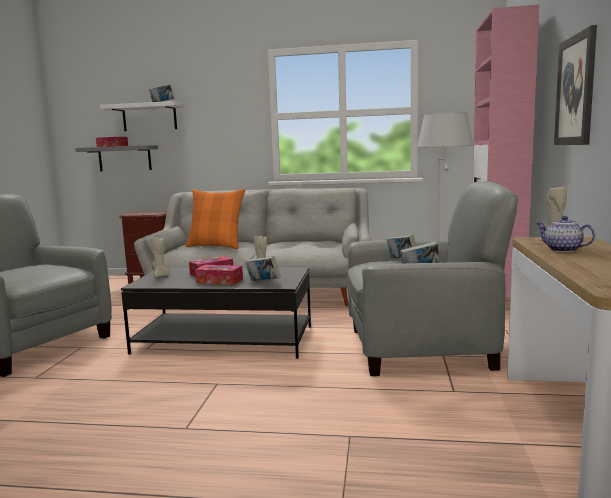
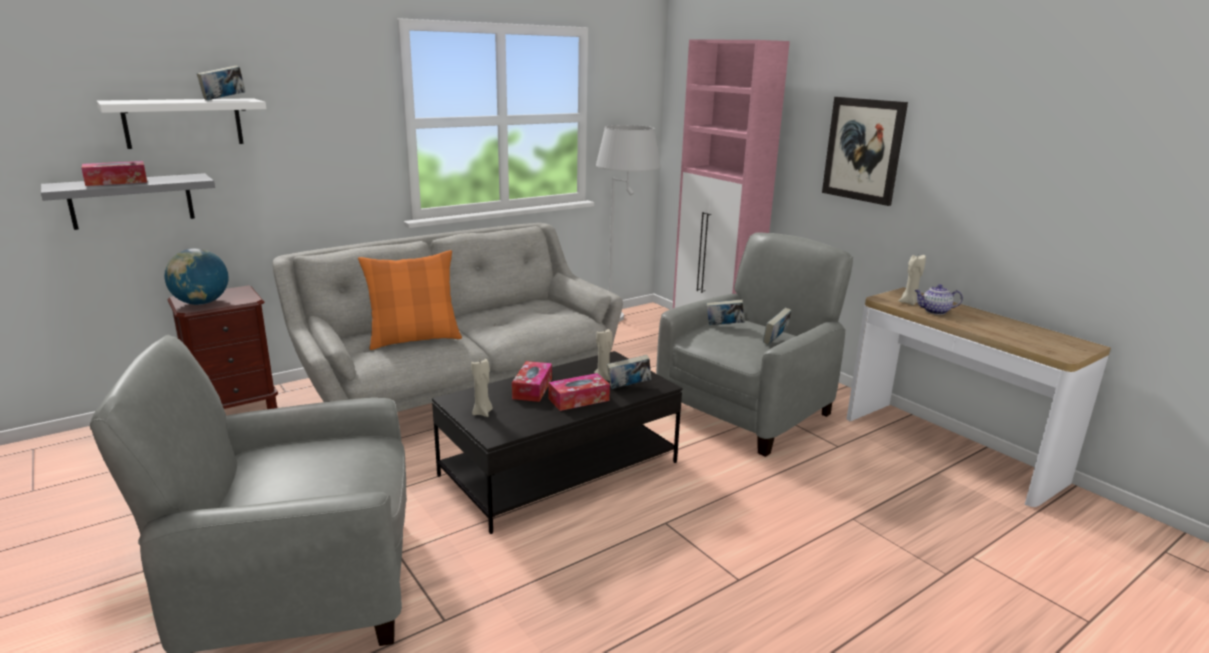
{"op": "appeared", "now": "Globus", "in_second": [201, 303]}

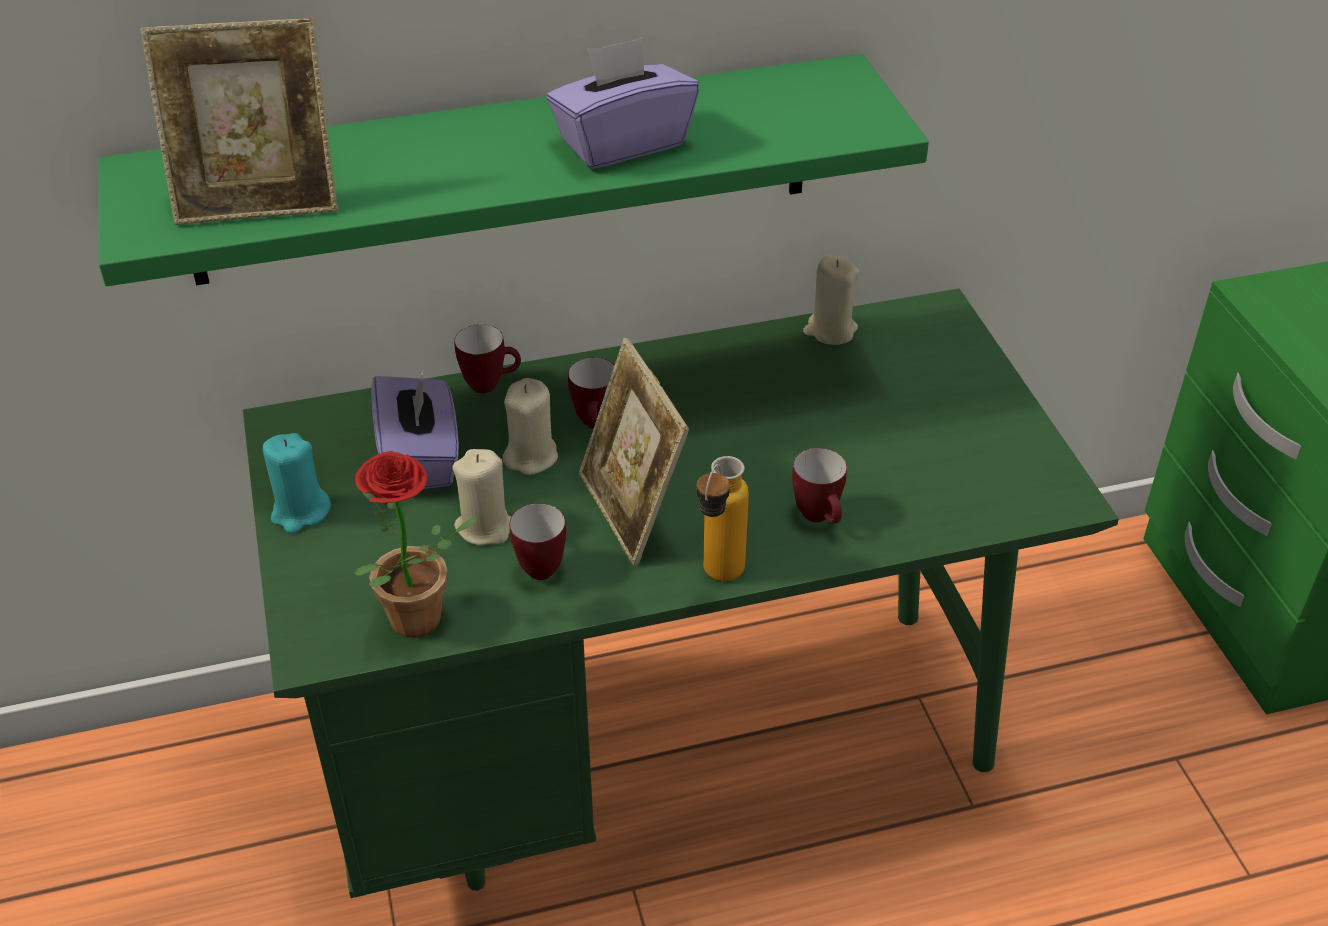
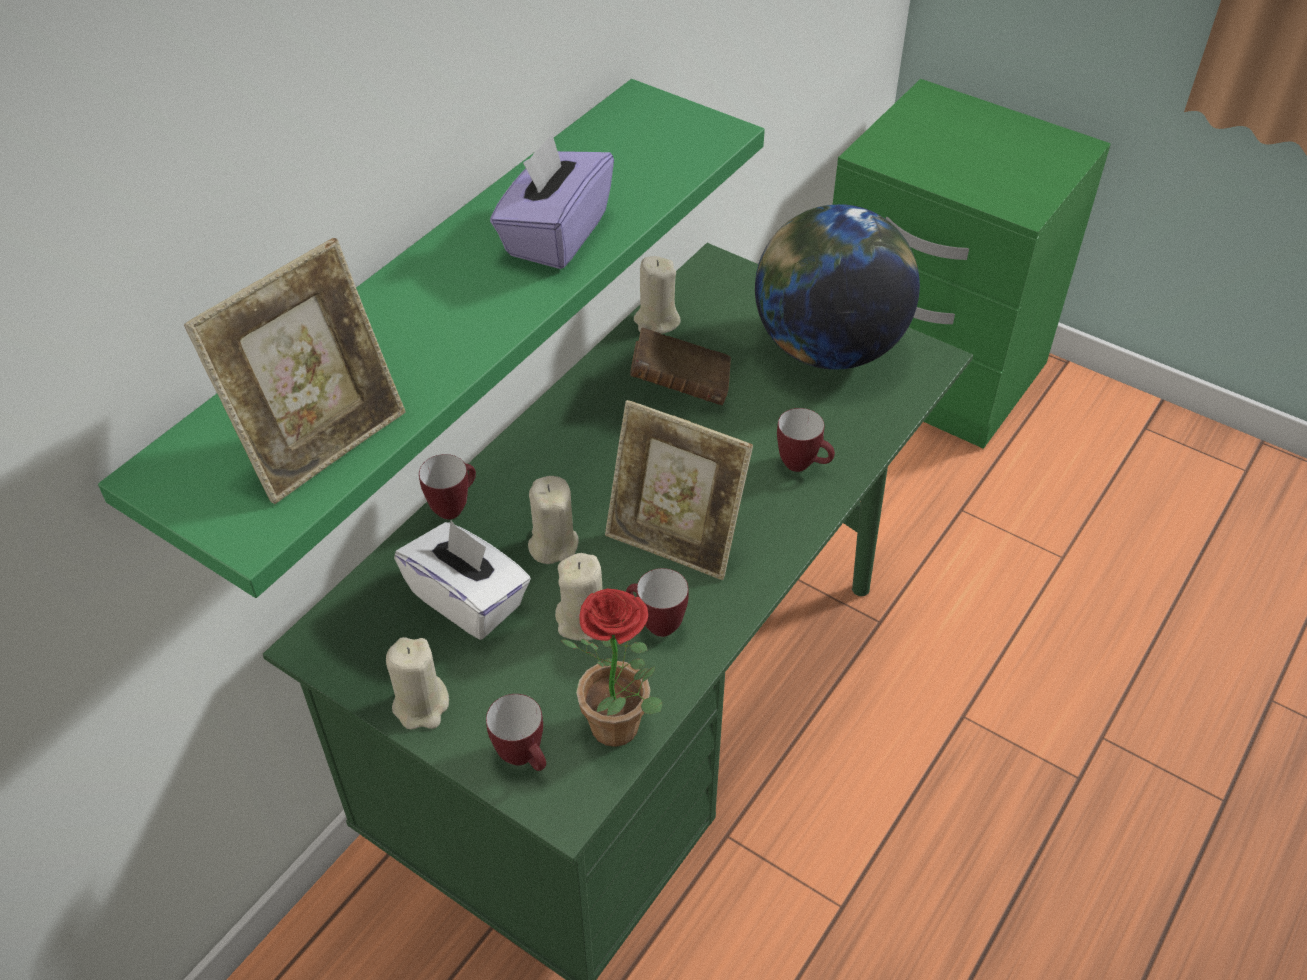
{"op": "missing", "was": "Flasche", "in_first": [717, 580]}
{"op": "appeared", "now": "Buch (braun)", "in_second": [680, 386]}
{"op": "appeared", "now": "Globus", "in_second": [827, 348]}
{"op": "relocated", "was": "Henkelbecher", "in_first": [595, 425], "in_second": [525, 758]}
{"op": "colour", "was": "Kerze (türkis)", "now": "Kerze (beige)", "in_first": [300, 512], "in_second": [421, 705]}
{"op": "colour", "was": "Taschentuchbox (lila)", "now": "Taschentuchbox (weiß)", "in_first": [420, 458], "in_second": [468, 599]}

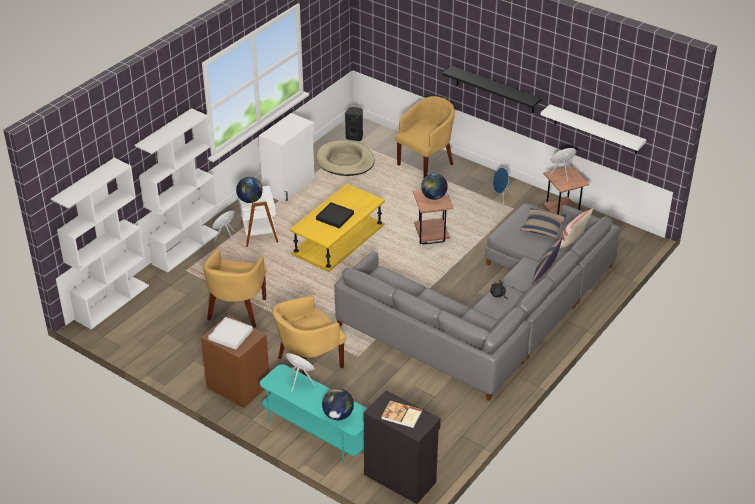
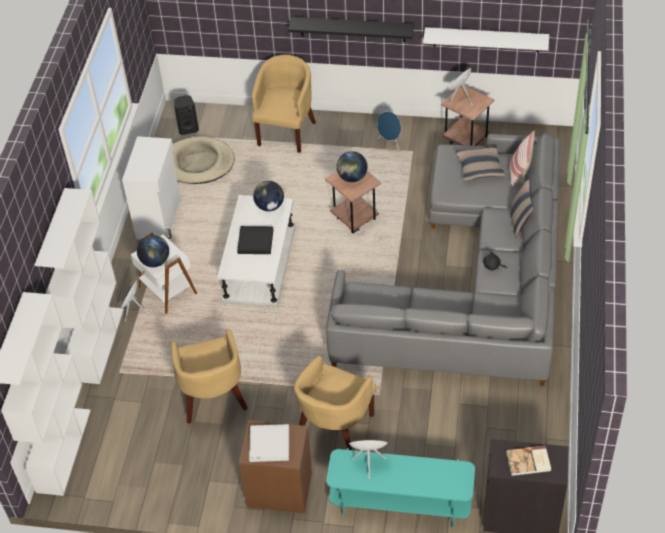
{"op": "relocated", "was": "Globus", "in_first": [338, 415], "in_second": [270, 206]}
{"op": "colour", "was": "Couchtisch (gelb)", "now": "Couchtisch (weiß)", "in_first": [338, 239], "in_second": [259, 262]}

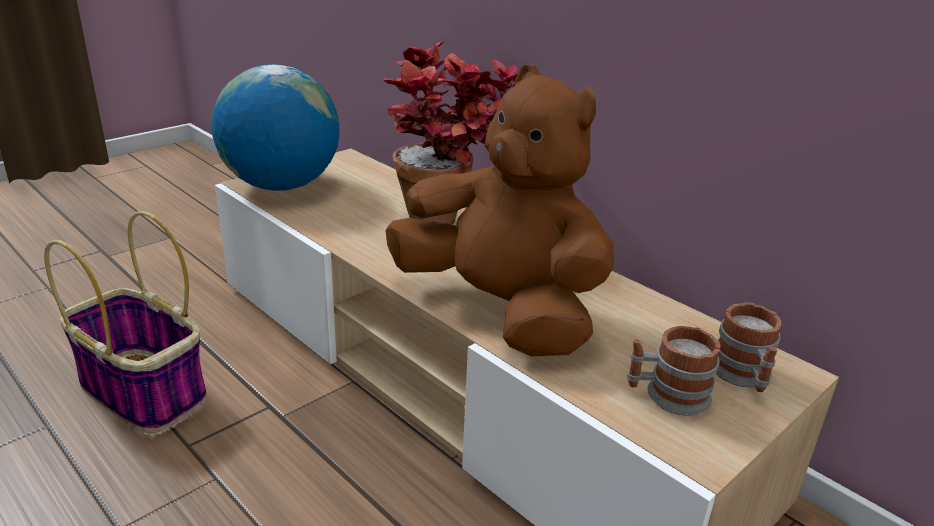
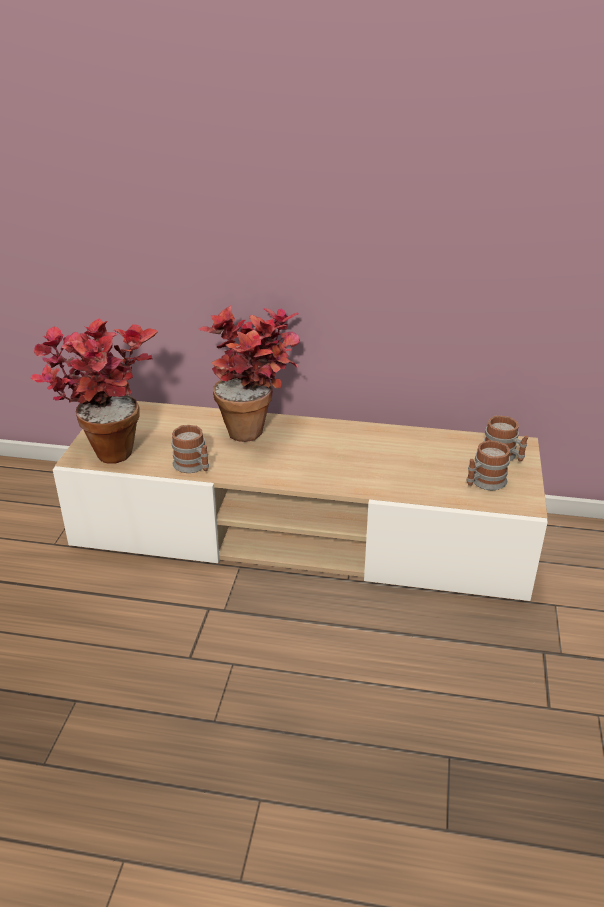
{"op": "missing", "was": "Korb", "in_first": [145, 391]}
{"op": "missing", "was": "Plüschtier (braun)", "in_first": [501, 310]}
{"op": "appeared", "now": "Henkelbecher", "in_second": [194, 466]}
{"op": "exchanged", "was": "Globus", "now": "Topfpflanze", "in_first": [281, 185], "in_second": [105, 449]}

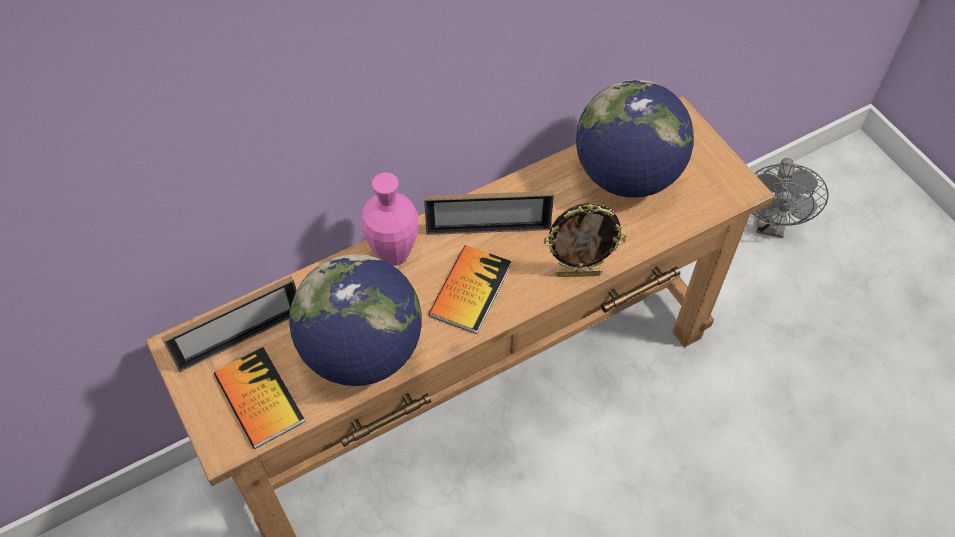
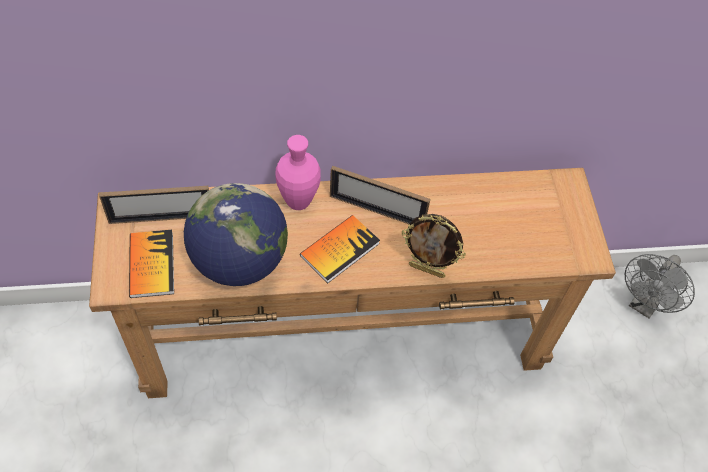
{"op": "missing", "was": "Globus", "in_first": [627, 175]}

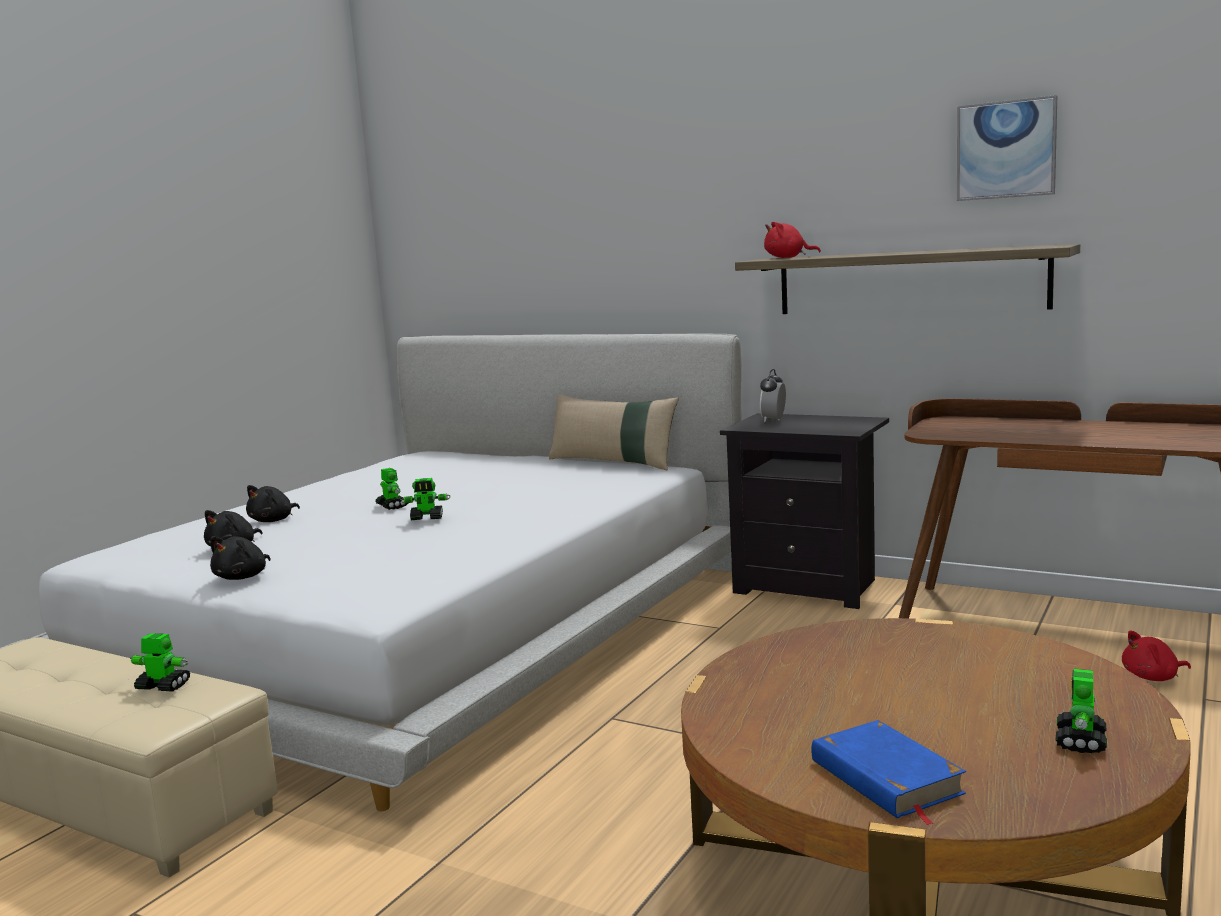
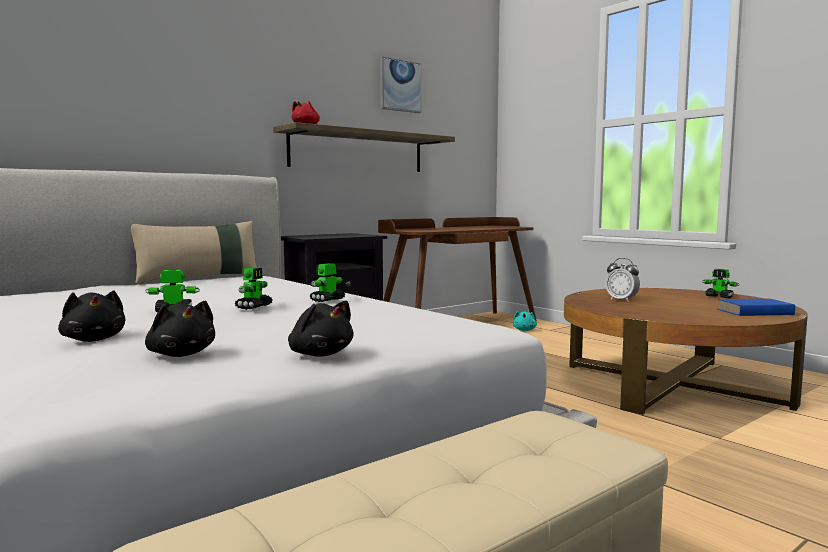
{"op": "relocated", "was": "Spielzeugroboter", "in_first": [163, 686], "in_second": [327, 300]}
{"op": "relocated", "was": "Wecker", "in_first": [773, 420], "in_second": [621, 300]}
{"op": "colour", "was": "Plüschtier (rot)", "now": "Plüschtier (türkis)", "in_first": [1153, 677], "in_second": [524, 330]}

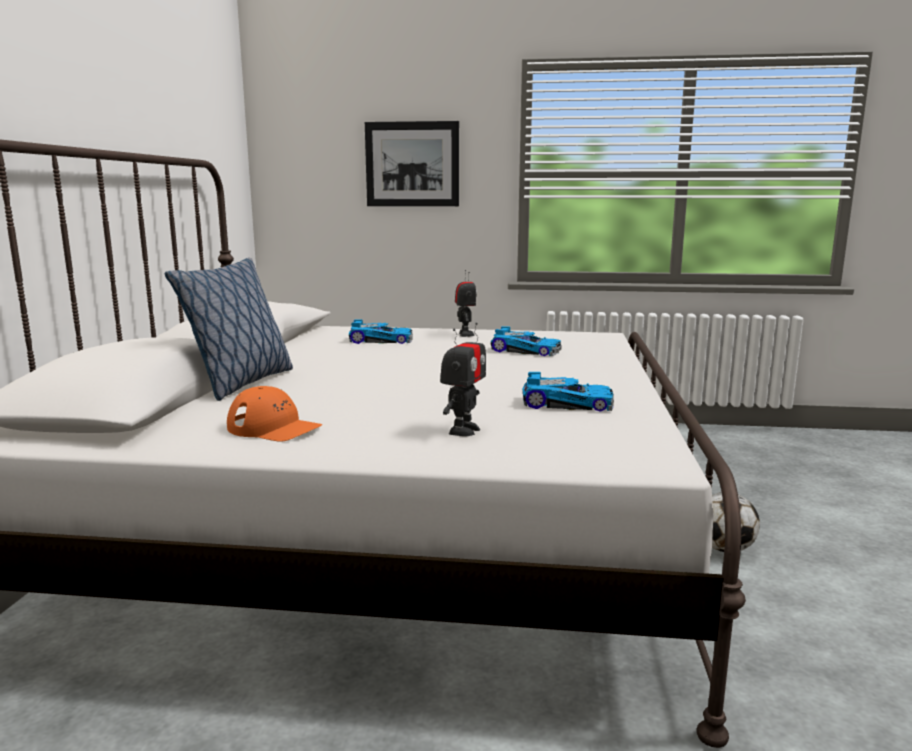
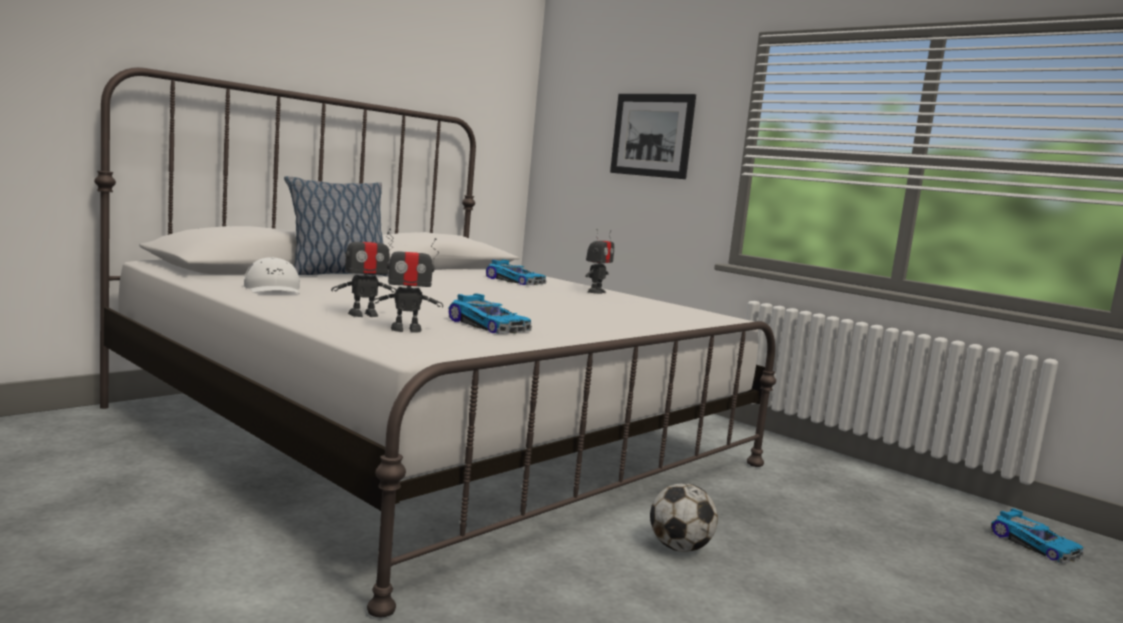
{"op": "appeared", "now": "Spielzeugroboter", "in_second": [406, 329]}
{"op": "relocated", "was": "Spielzeugauto", "in_first": [526, 350], "in_second": [1035, 545]}
{"op": "colour", "was": "Kappe (orange)", "now": "Kappe (weiß)", "in_first": [274, 428], "in_second": [273, 289]}

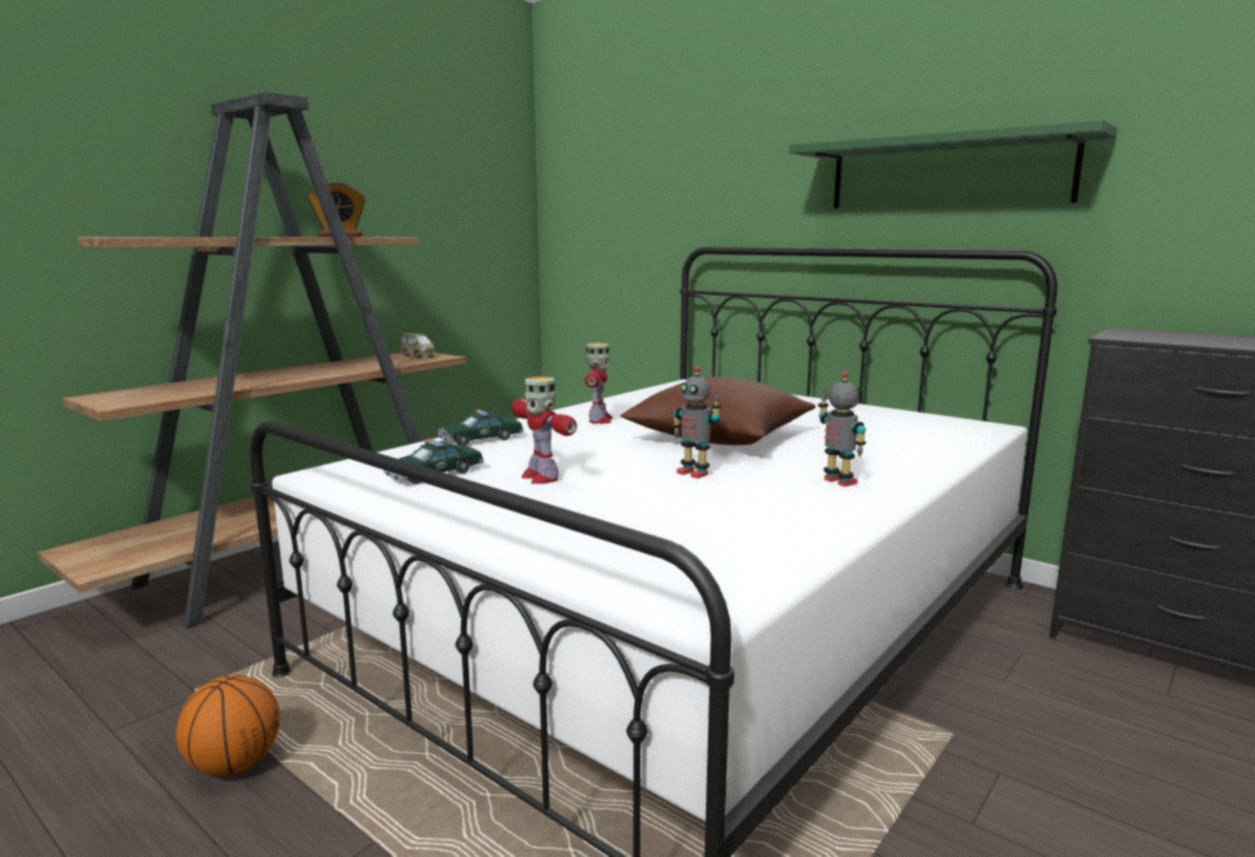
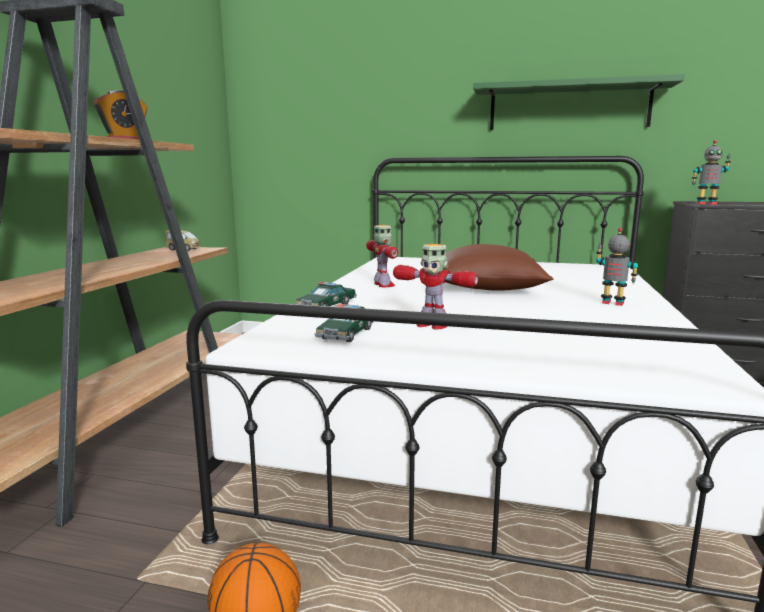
{"op": "relocated", "was": "Spielzeugroboter", "in_first": [694, 473], "in_second": [706, 204]}

